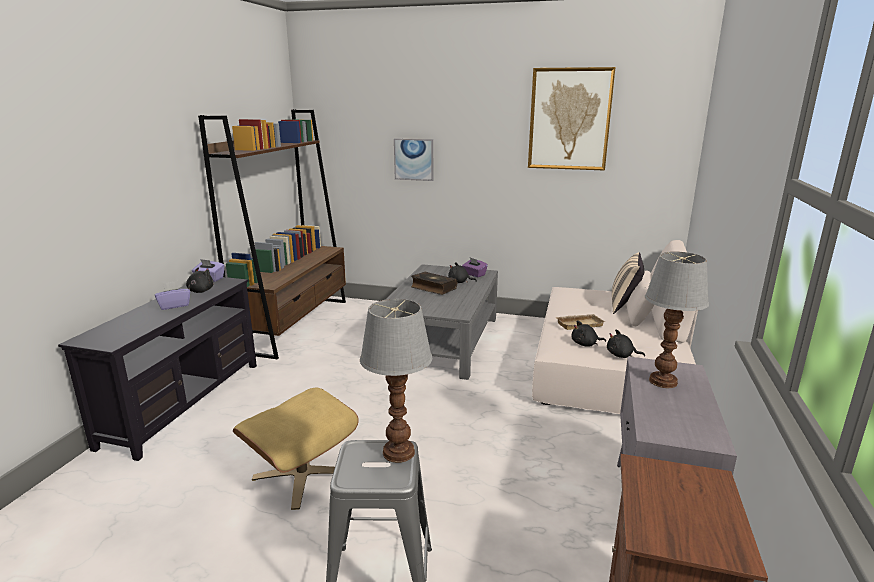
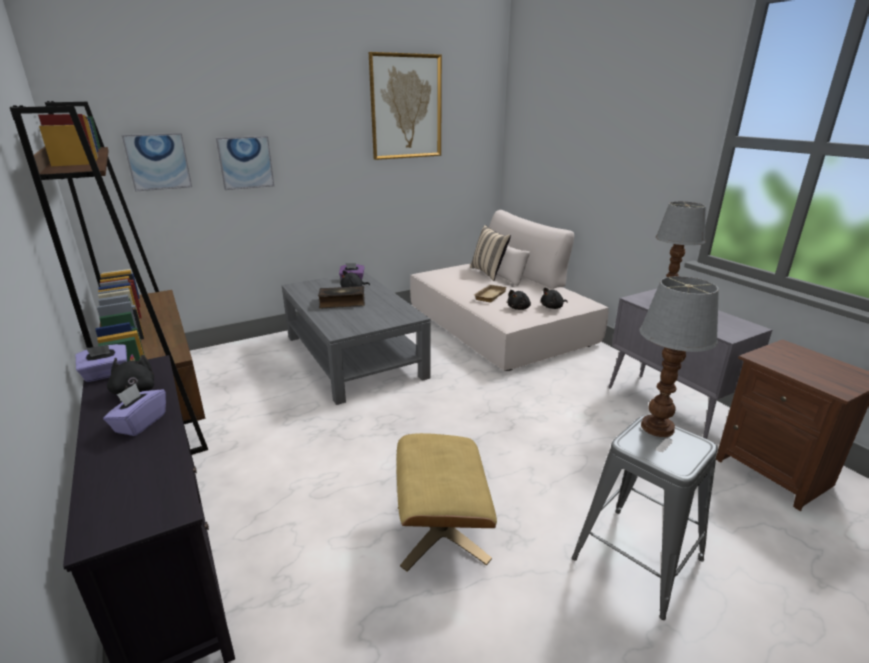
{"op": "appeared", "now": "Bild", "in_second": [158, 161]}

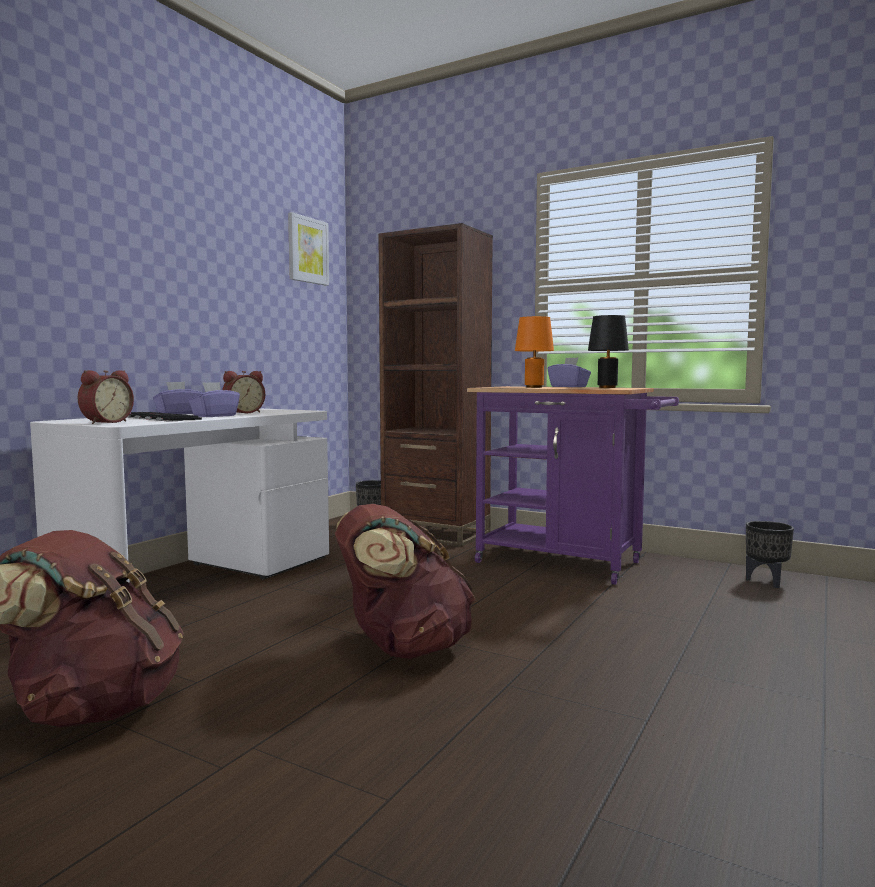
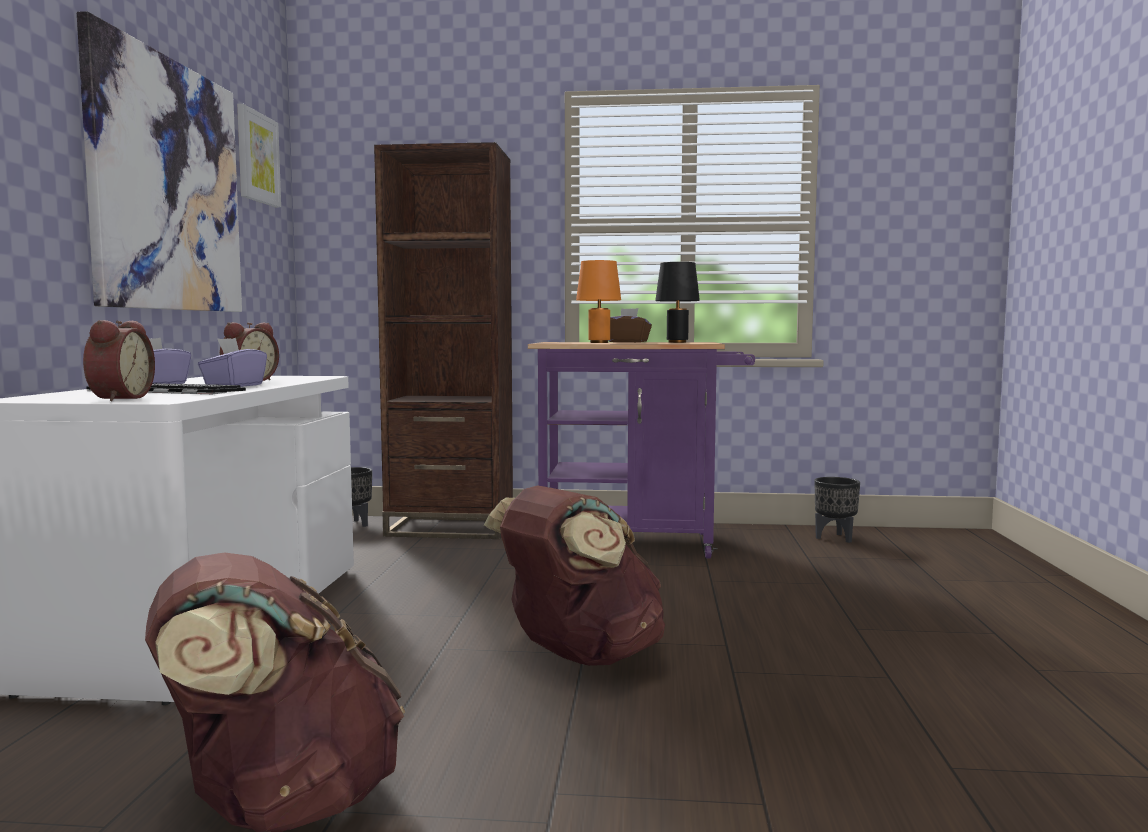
{"op": "appeared", "now": "Bild", "in_second": [167, 185]}
{"op": "colour", "was": "Taschentuchbox (lila)", "now": "Taschentuchbox (braun)", "in_first": [569, 387], "in_second": [628, 342]}

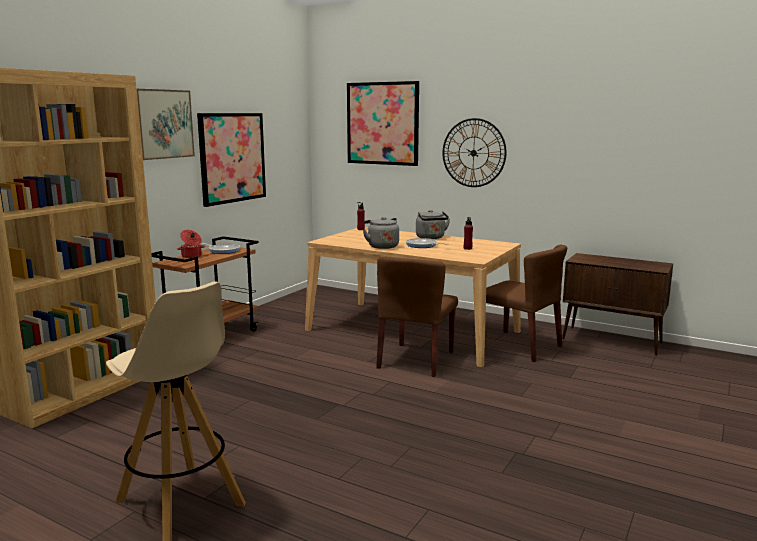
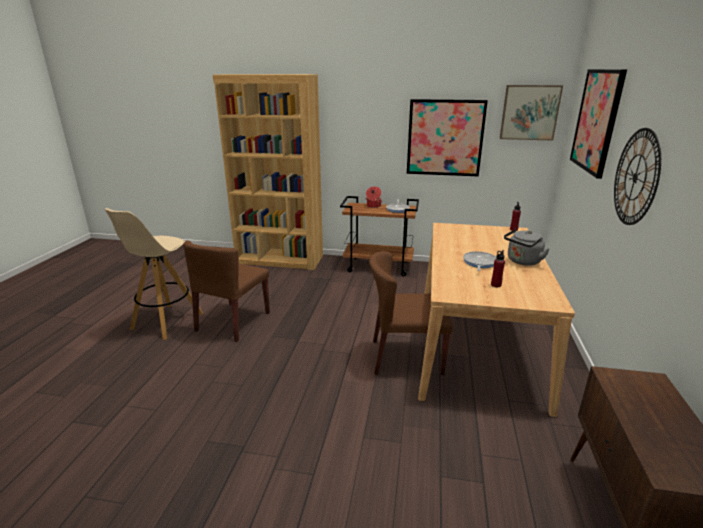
{"op": "missing", "was": "Wasserkessel (grau)", "in_first": [382, 246]}
{"op": "relocated", "was": "Bild", "in_first": [163, 124], "in_second": [529, 112]}
{"op": "relocated", "was": "Stuhl (braun)", "in_first": [519, 346], "in_second": [233, 322]}

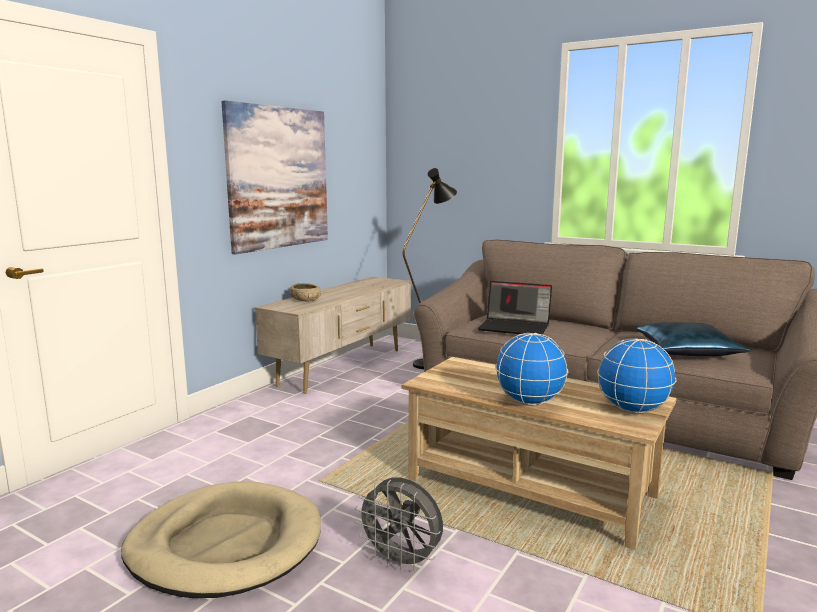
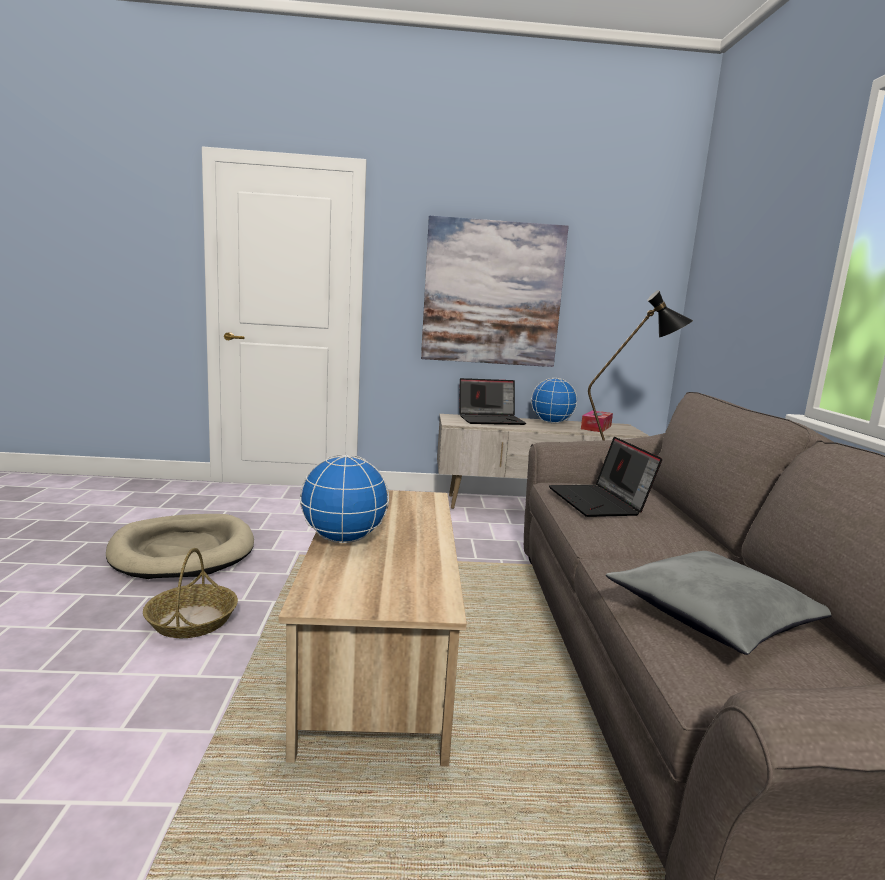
{"op": "appeared", "now": "Taschentuchbox", "in_second": [596, 427]}
{"op": "relocated", "was": "Globus", "in_first": [632, 409], "in_second": [551, 422]}
{"op": "exchanged", "was": "Schüssel (beige)", "now": "Laptop", "in_first": [306, 299], "in_second": [491, 420]}
{"op": "exchanged", "was": "Ventilator (grau)", "now": "Korb", "in_first": [402, 561], "in_second": [192, 621]}
{"op": "colour", "was": "Kissen (blau)", "now": "Kissen (grau)", "in_first": [688, 351], "in_second": [715, 617]}

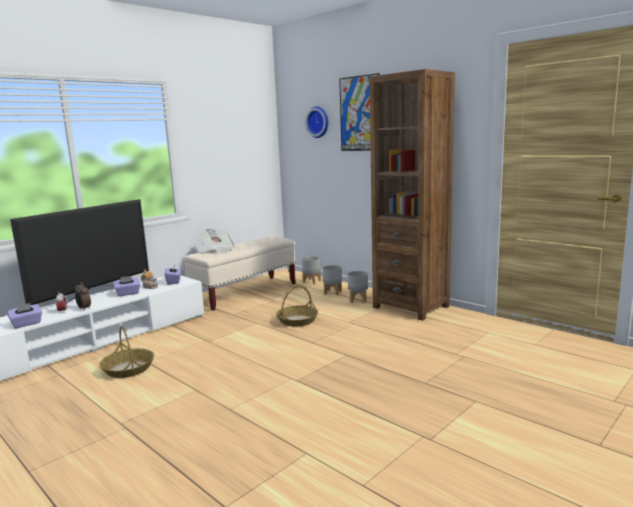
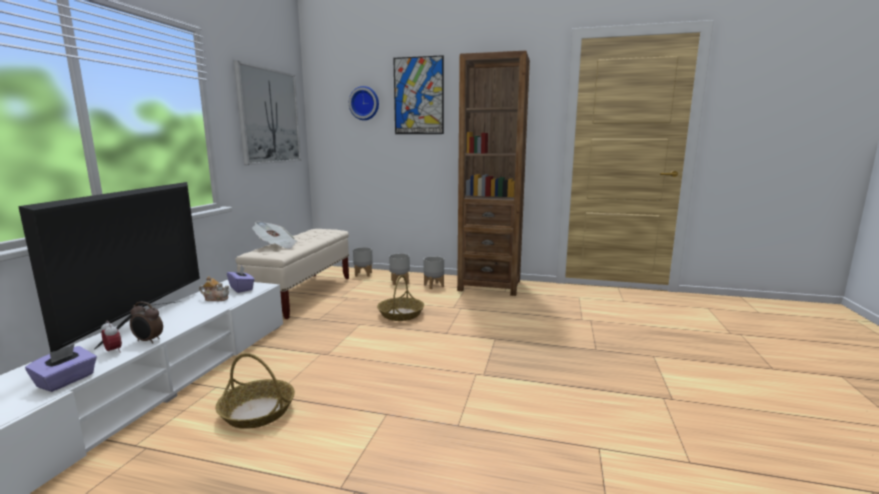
{"op": "missing", "was": "Taschentuchbox (lila)", "in_first": [128, 293]}
{"op": "appeared", "now": "Bild", "in_second": [269, 116]}

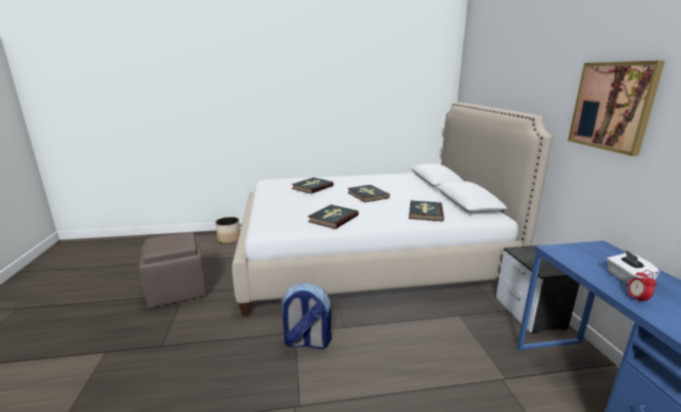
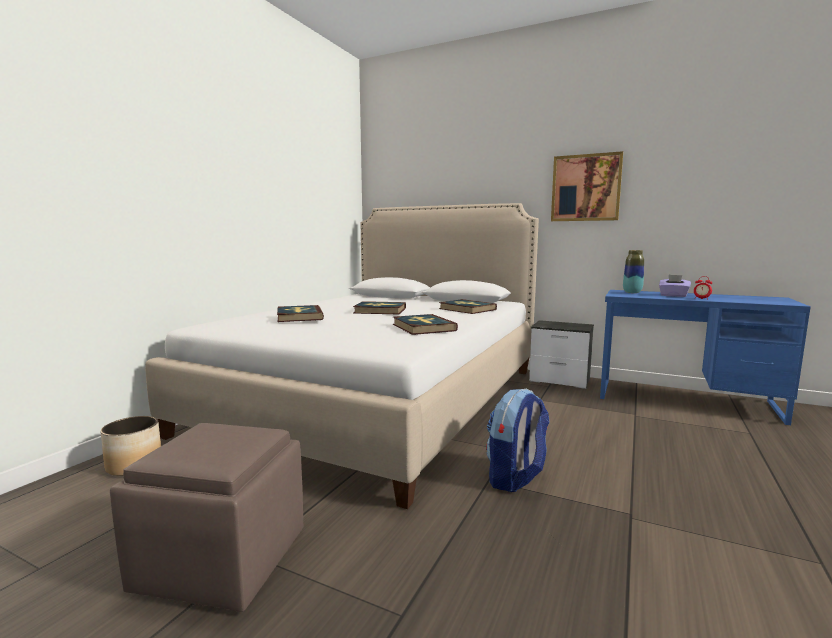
{"op": "appeared", "now": "Vase", "in_second": [632, 292]}
{"op": "colour", "was": "Taschentuchbox (weiß)", "now": "Taschentuchbox (lila)", "in_first": [627, 279], "in_second": [673, 295]}

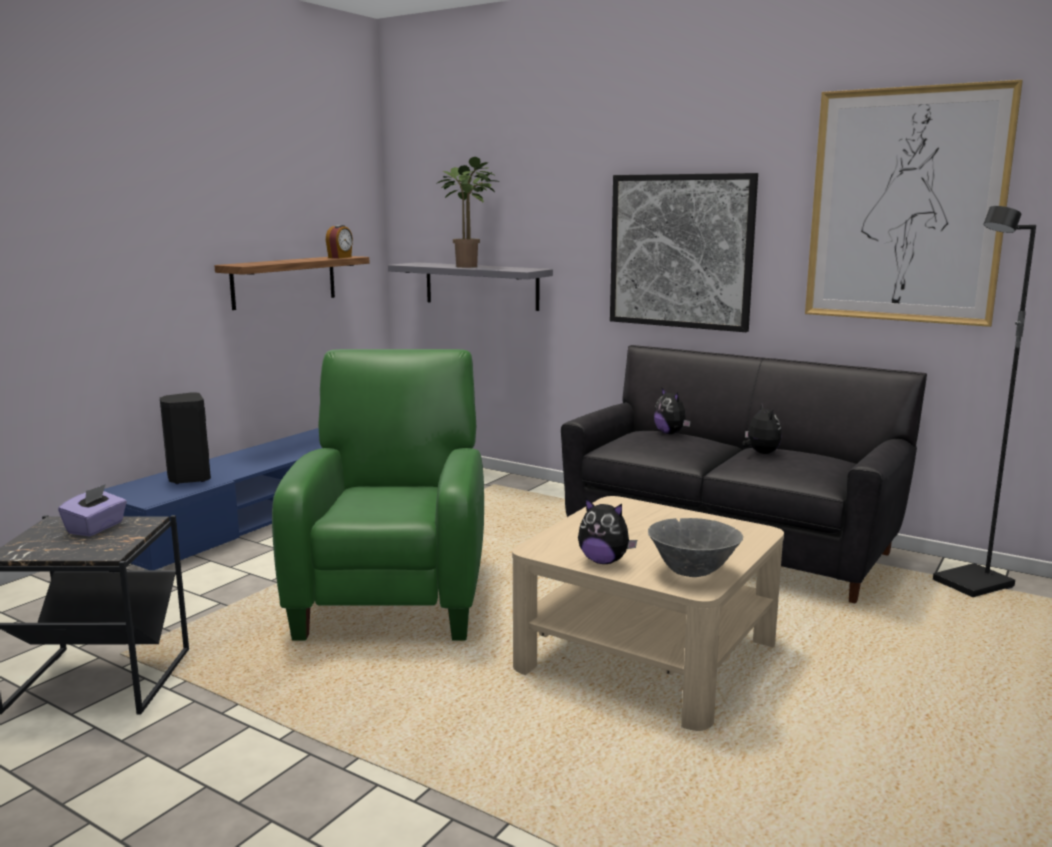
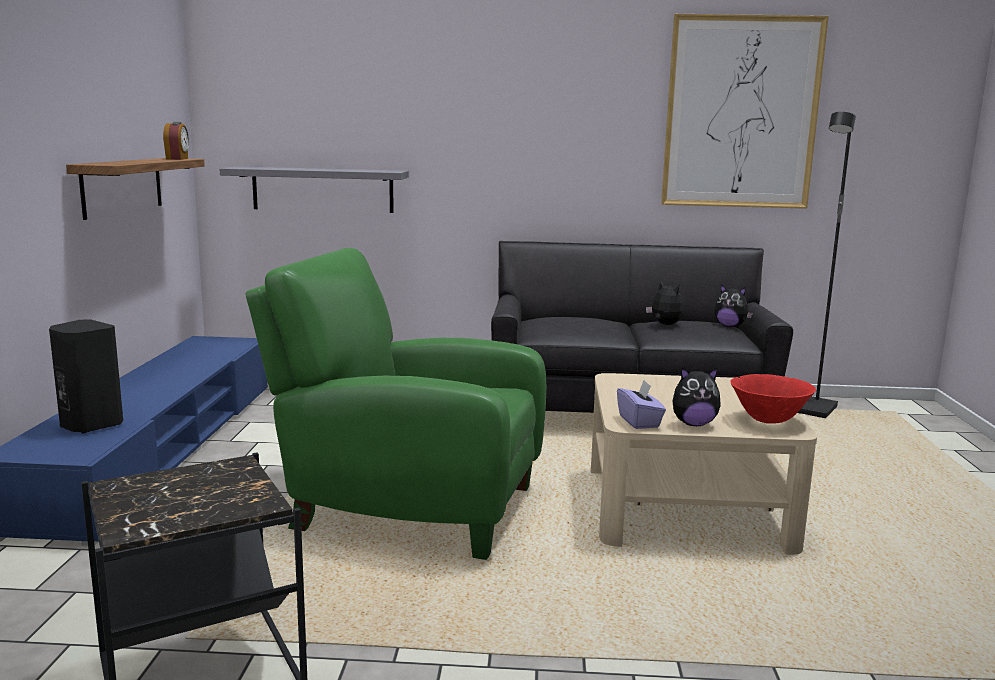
{"op": "missing", "was": "Topfpflanze", "in_first": [470, 266]}
{"op": "missing", "was": "Bild", "in_first": [681, 251]}
{"op": "relocated", "was": "Taschentuchbox (lila)", "in_first": [96, 528], "in_second": [639, 421]}
{"op": "relocated", "was": "Plüschtier", "in_first": [670, 433], "in_second": [730, 326]}
{"op": "colour", "was": "Schüssel (grau)", "now": "Schüssel (rot)", "in_first": [692, 573], "in_second": [768, 421]}
{"op": "spun", "was": "Sessel (grün)", "in_first": [395, 594], "in_second": [407, 506], "clockwise": -45}

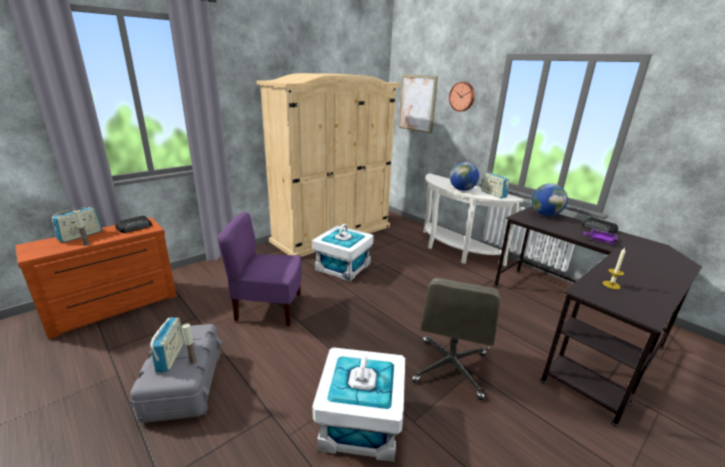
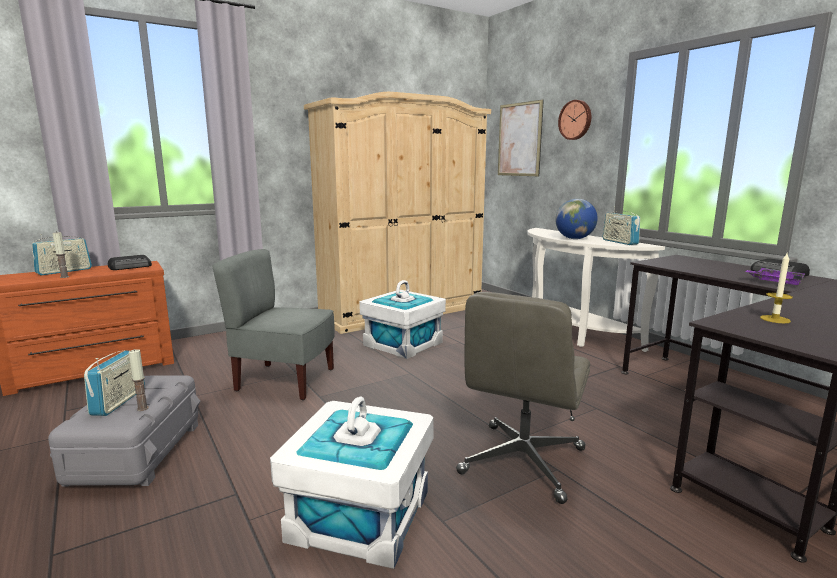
{"op": "missing", "was": "Globus", "in_first": [545, 215]}
{"op": "colour", "was": "Stuhl (lila)", "now": "Stuhl (grau)", "in_first": [268, 308], "in_second": [284, 380]}

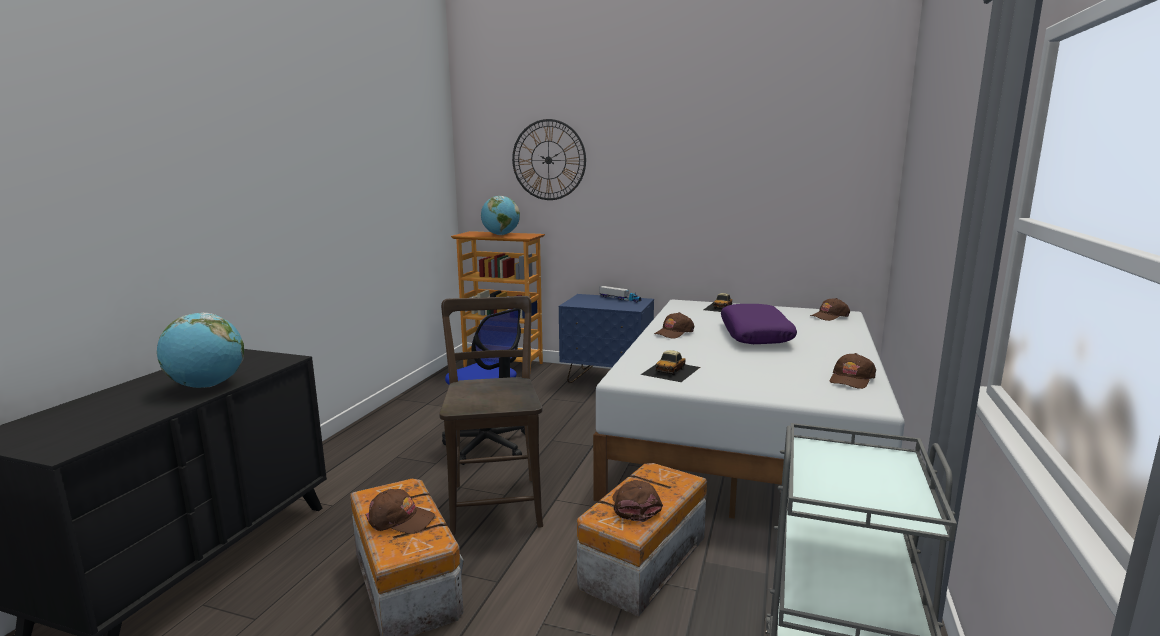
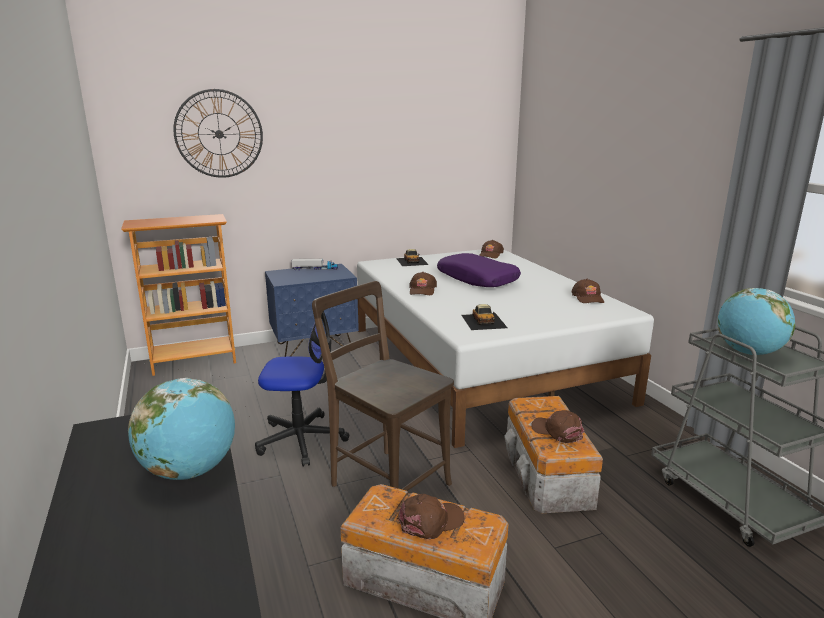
{"op": "relocated", "was": "Globus", "in_first": [500, 235], "in_second": [748, 353]}

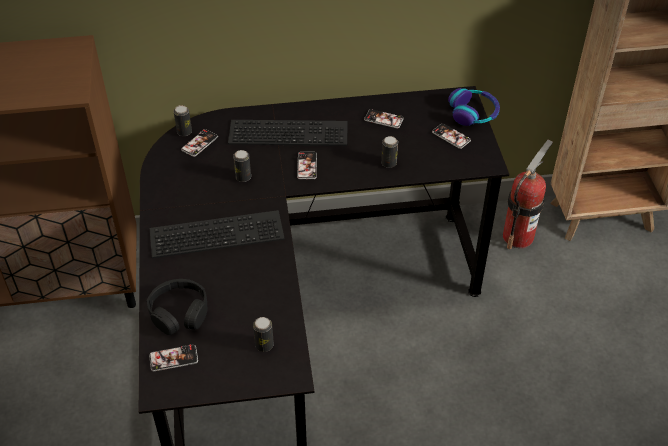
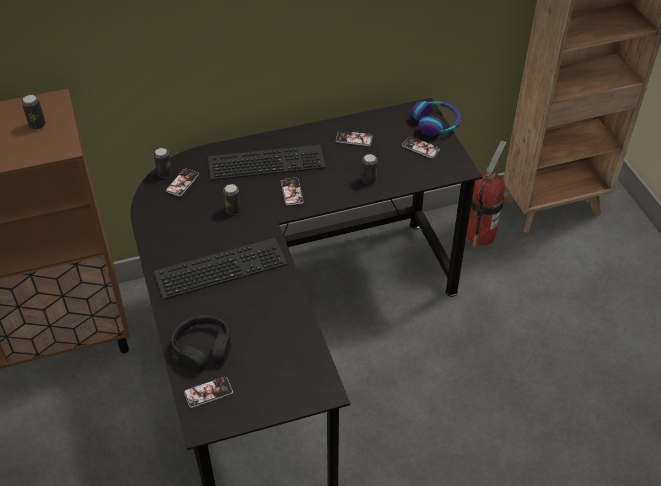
{"op": "relocated", "was": "Dose", "in_first": [264, 345], "in_second": [37, 125]}

